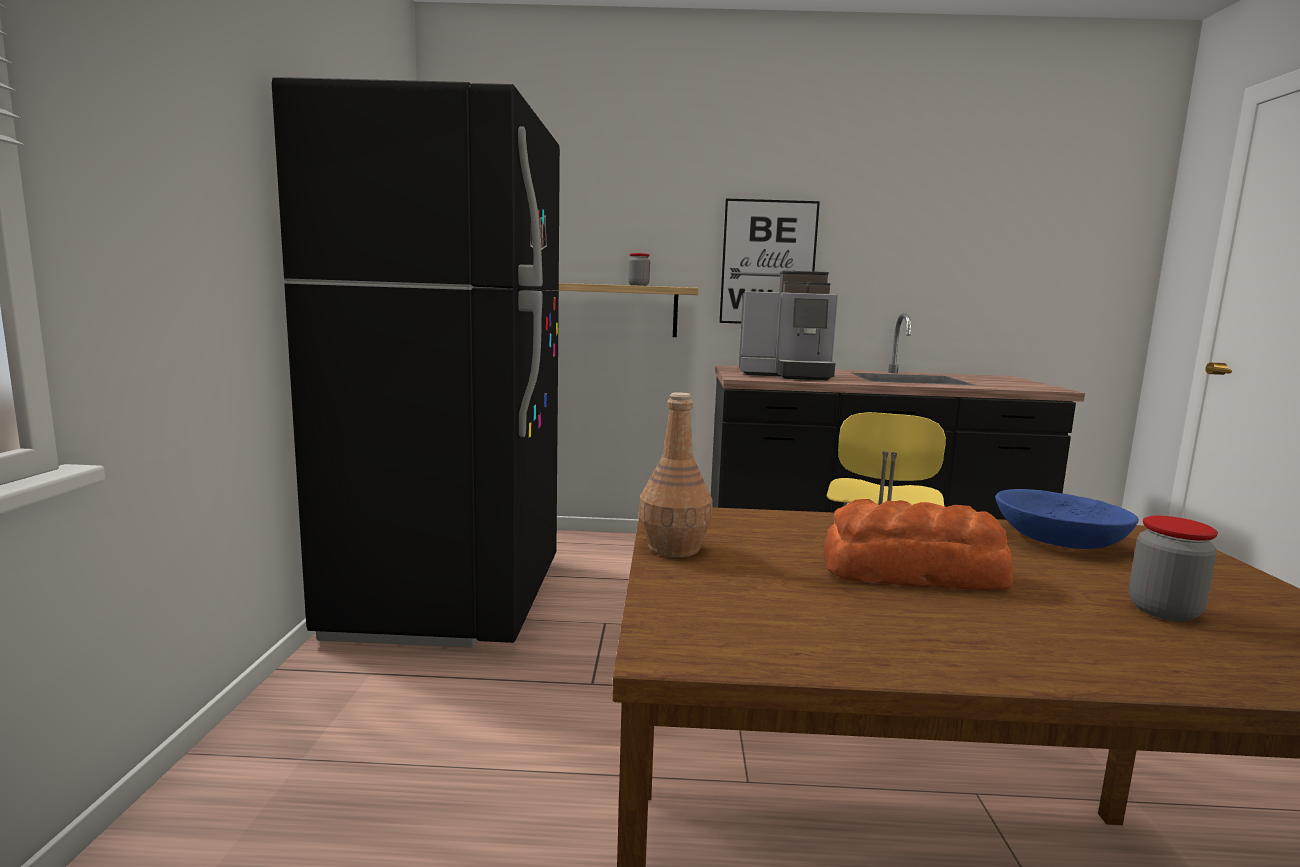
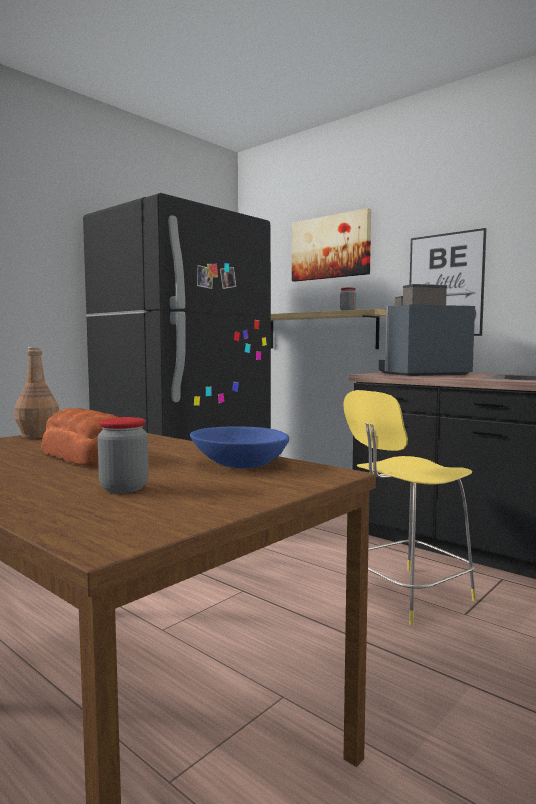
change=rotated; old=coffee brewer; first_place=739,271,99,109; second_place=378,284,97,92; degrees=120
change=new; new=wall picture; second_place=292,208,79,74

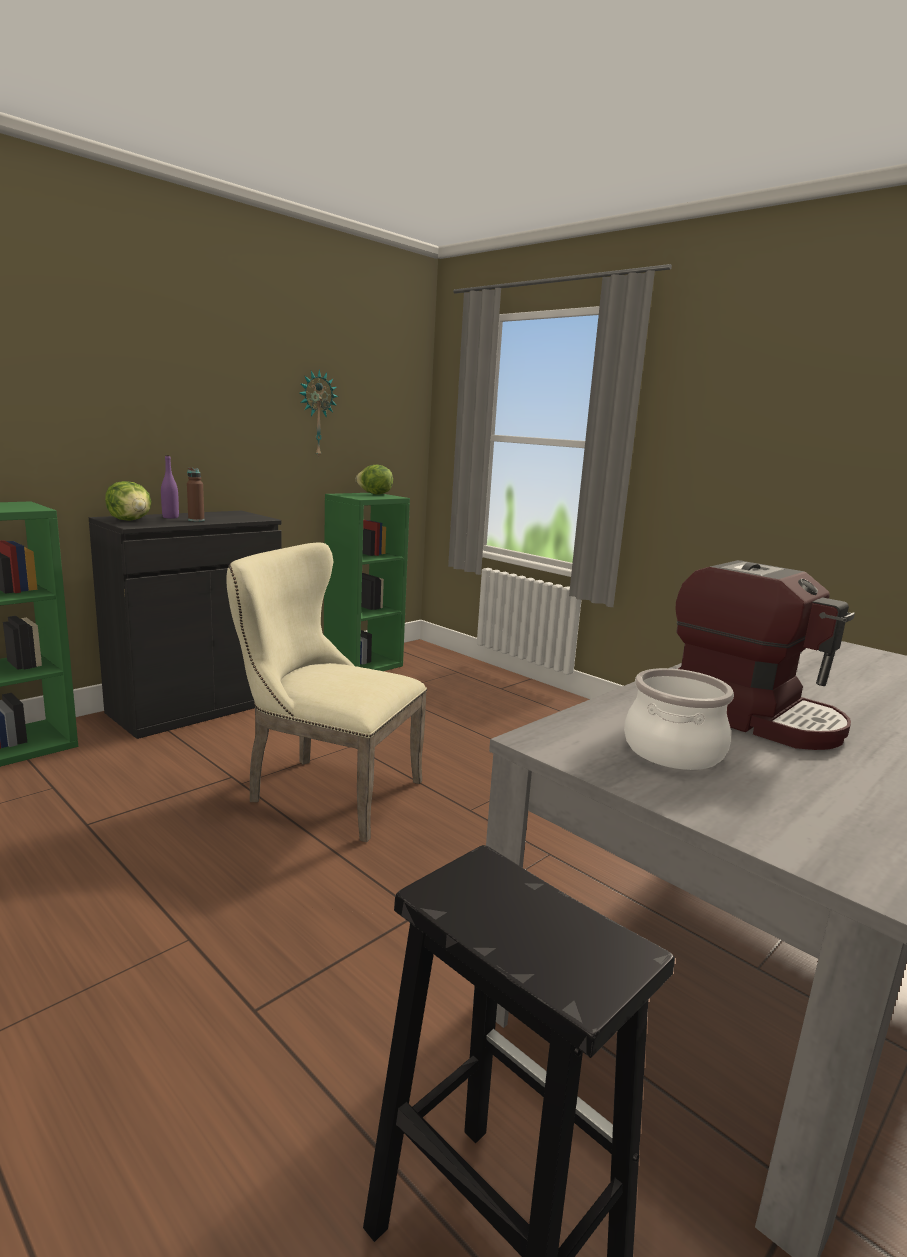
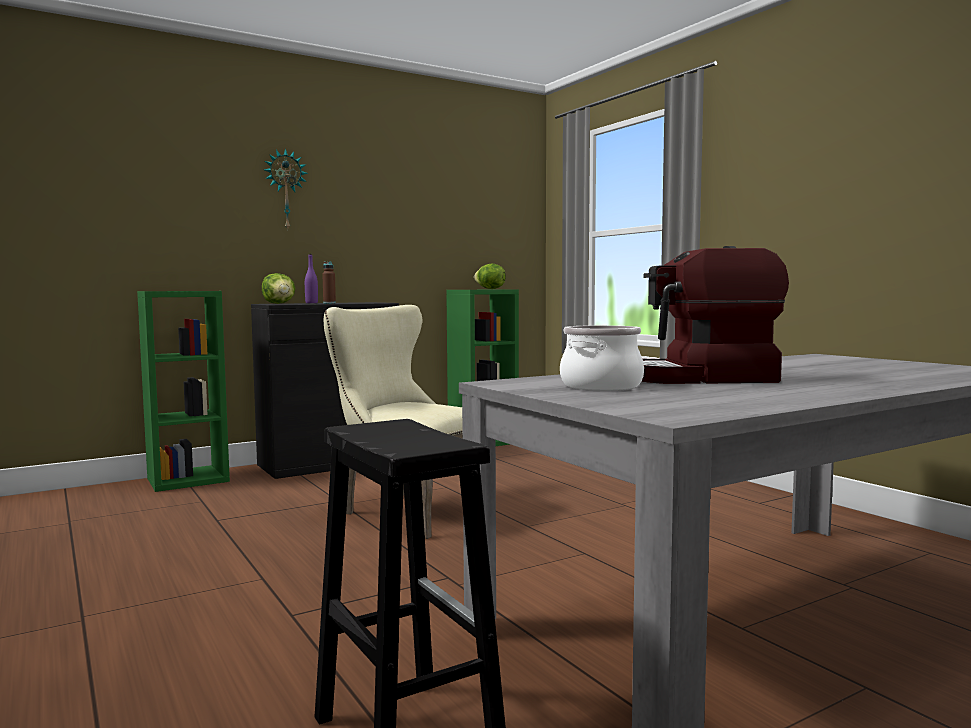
change=shifted; old=wall clock; first_place=299,369,39,90; second_place=264,148,44,82
change=rotated; old=coffee brewer; first_place=675,560,180,190; second_place=642,246,147,138; degrees=120

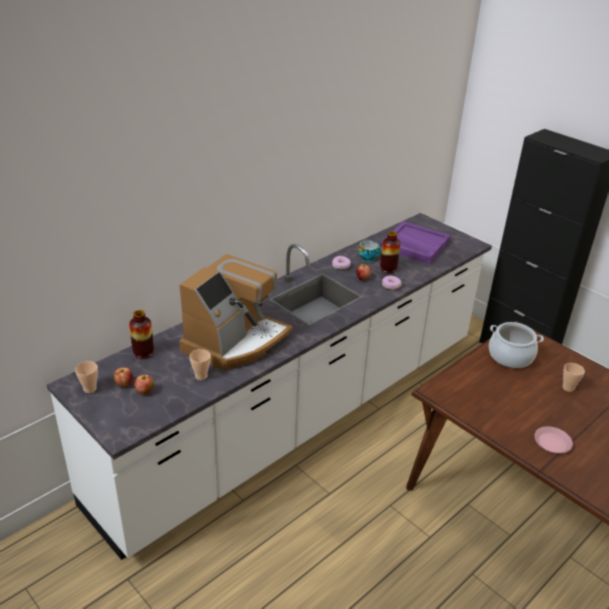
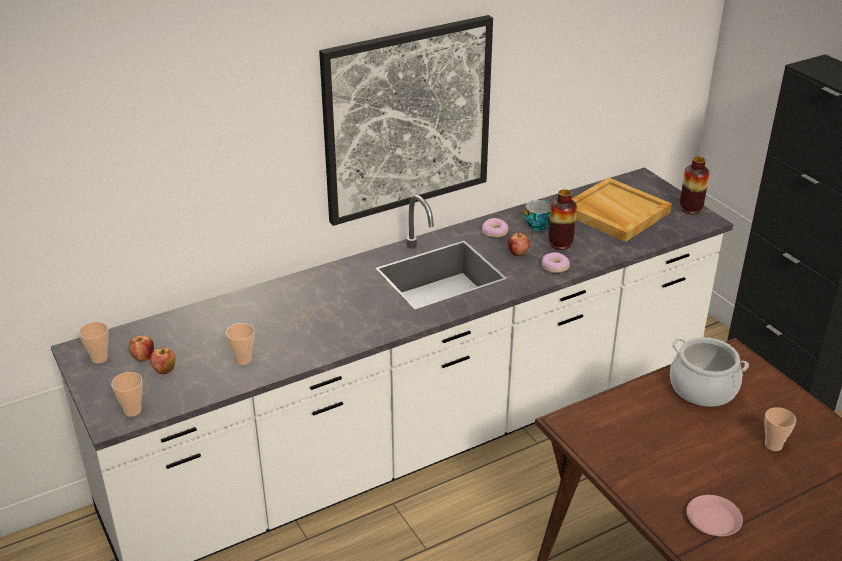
change=shifted; old=flower vase; first_place=129,310,25,49; second_place=680,156,30,58
change=gone; old=coffee brewer; first_place=179,254,114,117
change=repainted; old=purple-coloured serving tray; new=beige-coloured serving tray; first_place=380,221,71,43; second_place=572,177,100,65
change=new; new=drinking cup; second_place=111,372,32,45
change=new; new=wall picture; second_place=319,15,174,211

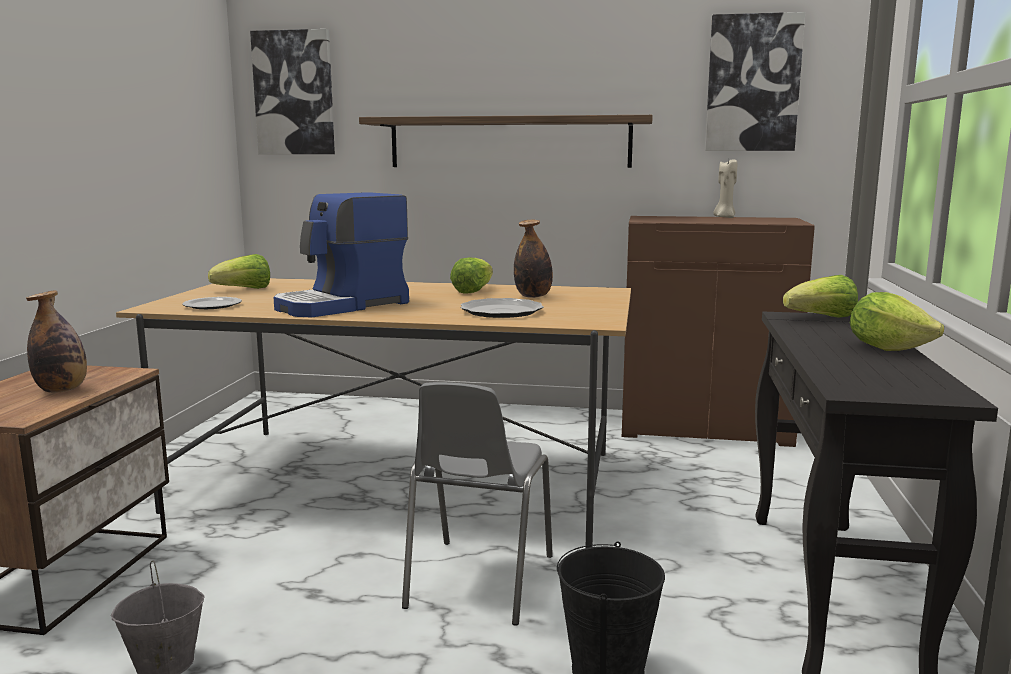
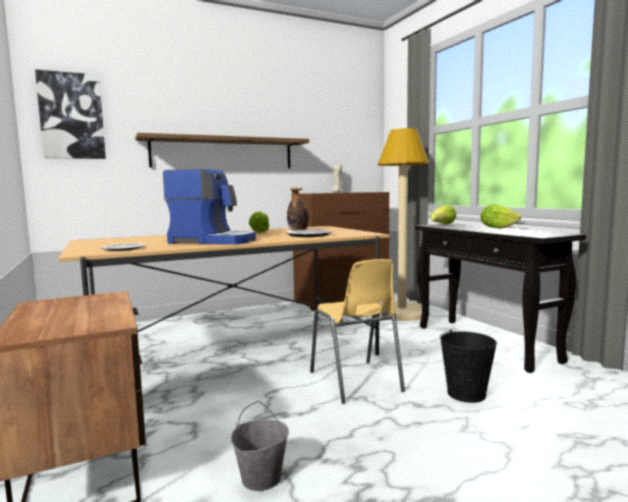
change=gone; old=beverage bottle; first_place=26,291,61,102
change=gone; old=lettuce; first_place=208,254,62,35
change=rotated; old=coffee brewer; first_place=273,192,136,125; second_place=163,169,93,76; degrees=-90
change=repainted; old=gray plain chair; new=yellow-coloured plain chair; first_place=402,382,151,244; second_place=310,259,95,145
change=gone; old=wall picture; first_place=705,12,100,139
change=new; new=beige-coloured standard lamp; second_place=378,128,52,193

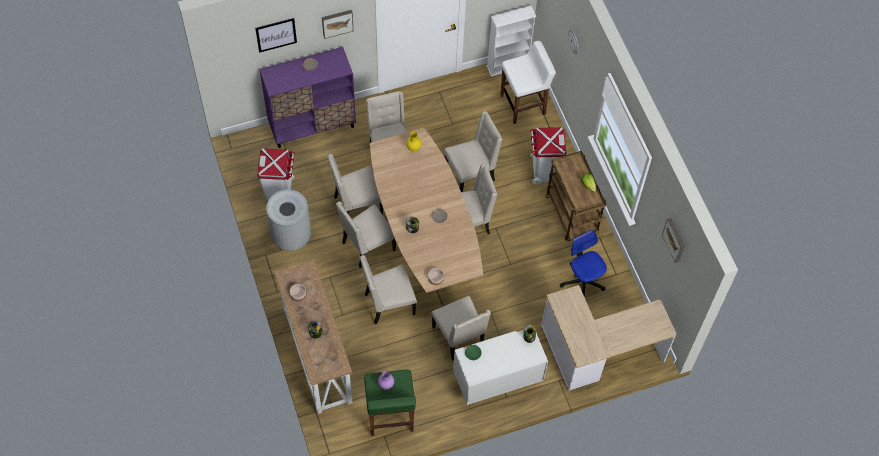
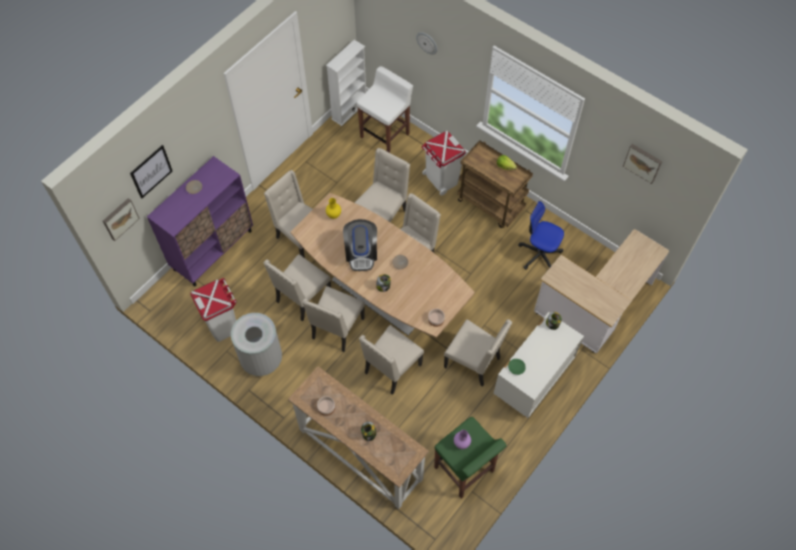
change=shifted; old=wall picture; first_place=322,10,32,29; second_place=103,198,37,43
change=new; new=coffee brewer; second_place=343,219,34,52

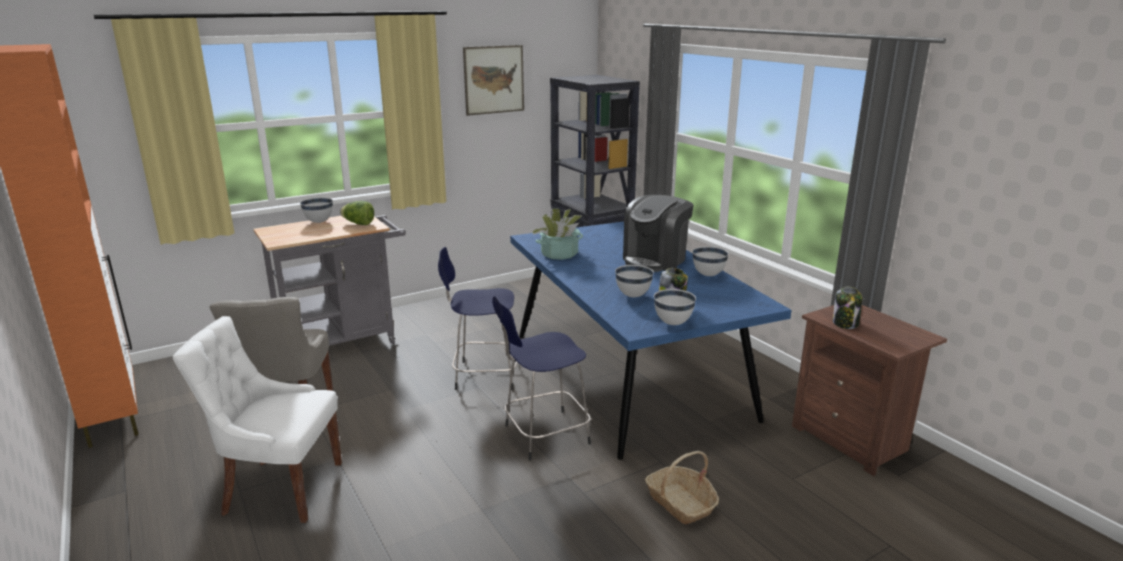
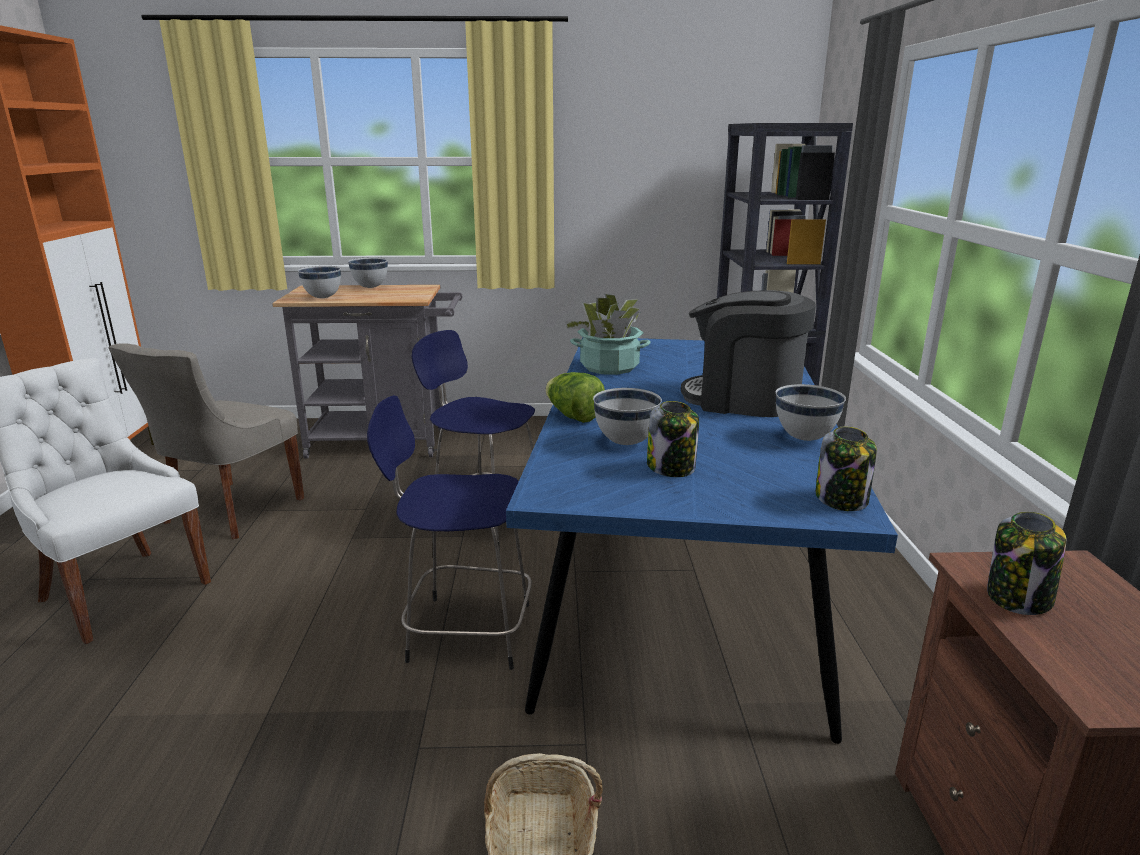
change=shifted; old=lettuce; first_place=340,201,34,24; second_place=545,372,60,51
change=gone; old=wall picture; first_place=463,45,61,71
change=rotated; old=coffee brewer; first_place=623,195,71,77; second_place=681,290,135,127; degrees=45
change=shifted; old=white bowl; first_place=654,289,42,36; second_place=298,266,43,32
change=new; new=preserve jar; second_place=816,426,61,85

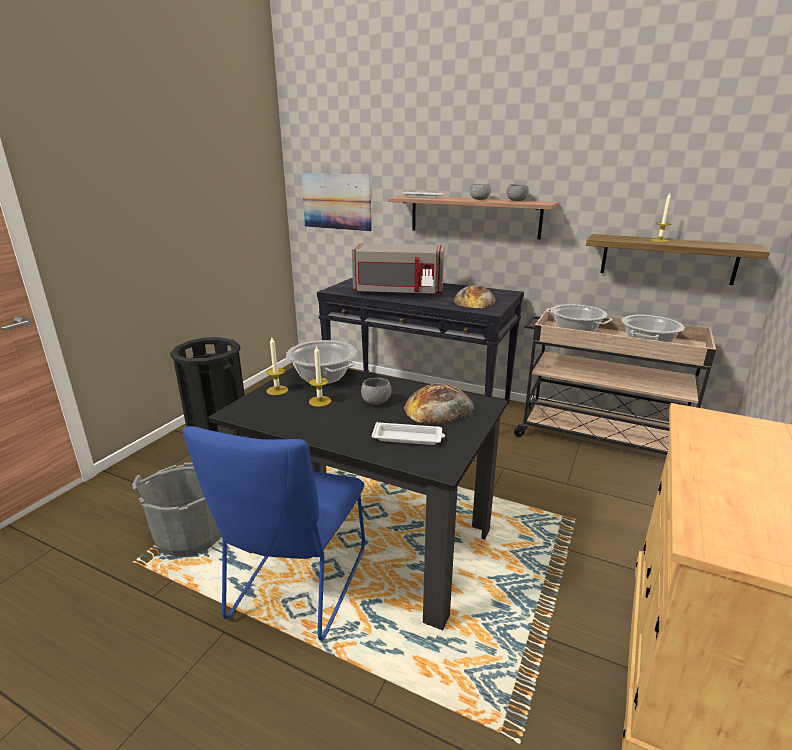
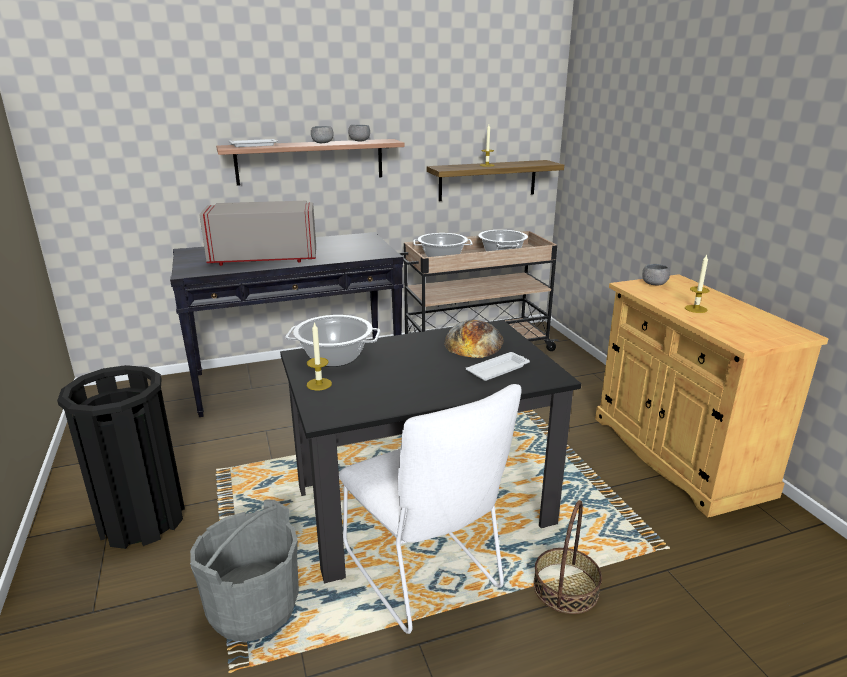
change=repainted; old=bluish plain chair; new=white plain chair; first_place=183,426,182,215; second_place=339,384,182,250
change=gone; old=wall picture; first_place=301,173,71,58
change=shifted; old=wax candle; first_place=309,346,22,61; second_place=685,254,25,59
change=rotated; old=gray microwave oven; first_place=352,243,92,52; second_place=199,201,117,65; degrees=-150
change=shifted; old=gray bowl; first_place=361,378,30,27; second_place=642,264,28,21
change=gone; old=baked bread; first_place=454,285,42,23
change=new; new=basket; second_place=533,500,69,114

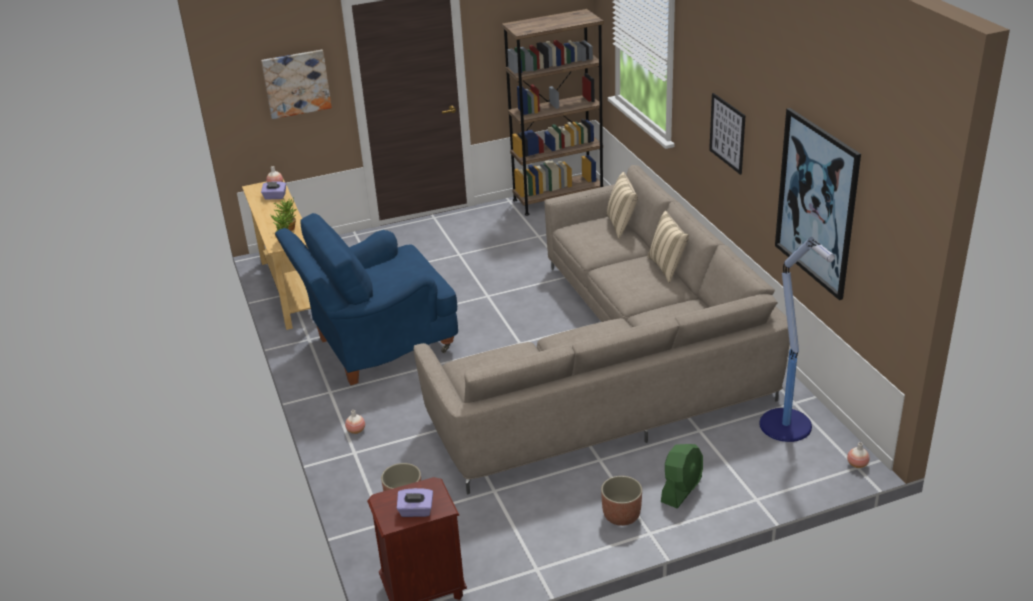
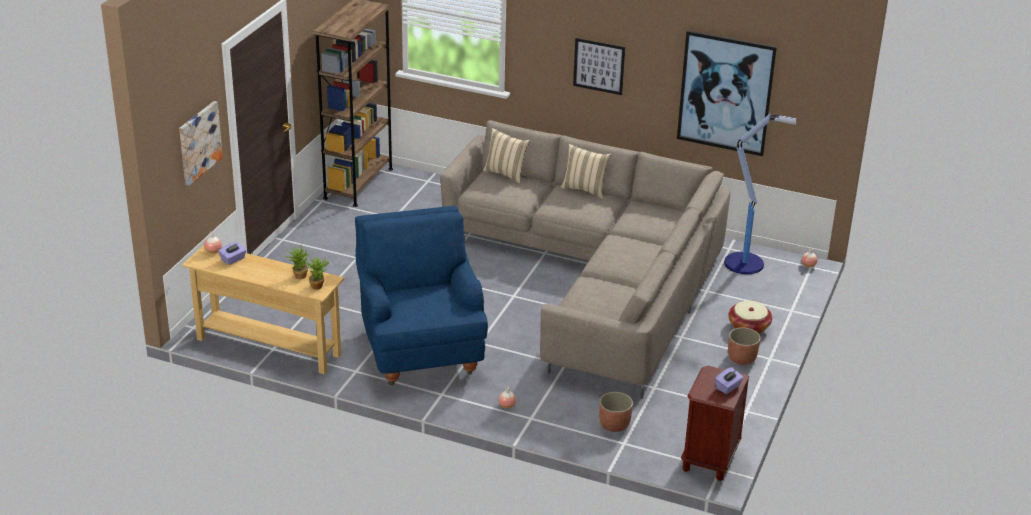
change=rotated; old=bluish easy chair; first_place=275,213,183,172; second_place=355,206,133,179; degrees=150
change=swapped; old=green electric fan; new=basket; first_place=661,444,42,64; second_place=729,301,43,33

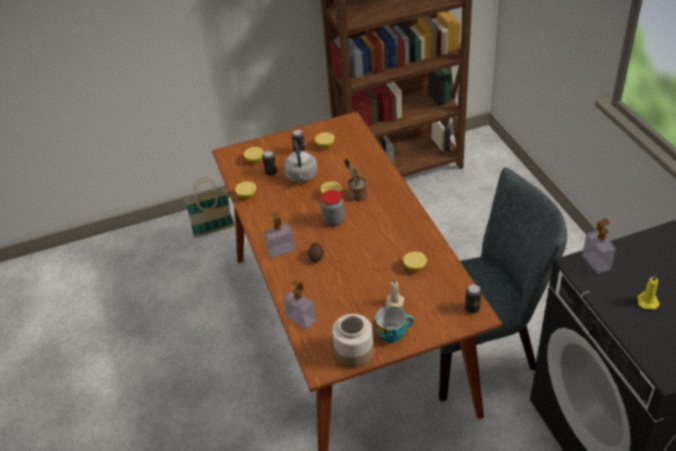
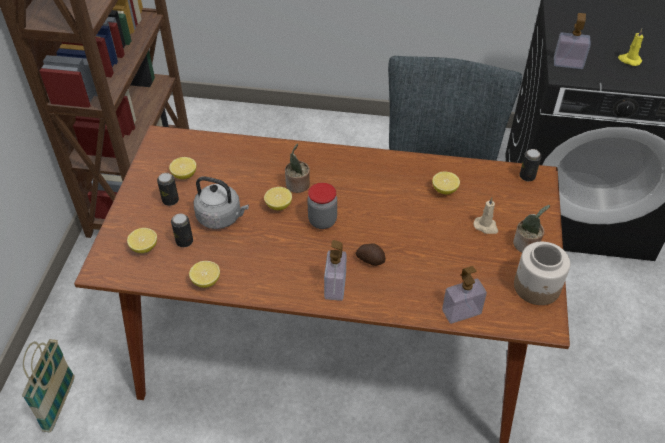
change=swapped; old=drinking cup; new=potted plant; first_place=375,306,39,37; second_place=513,205,37,47

